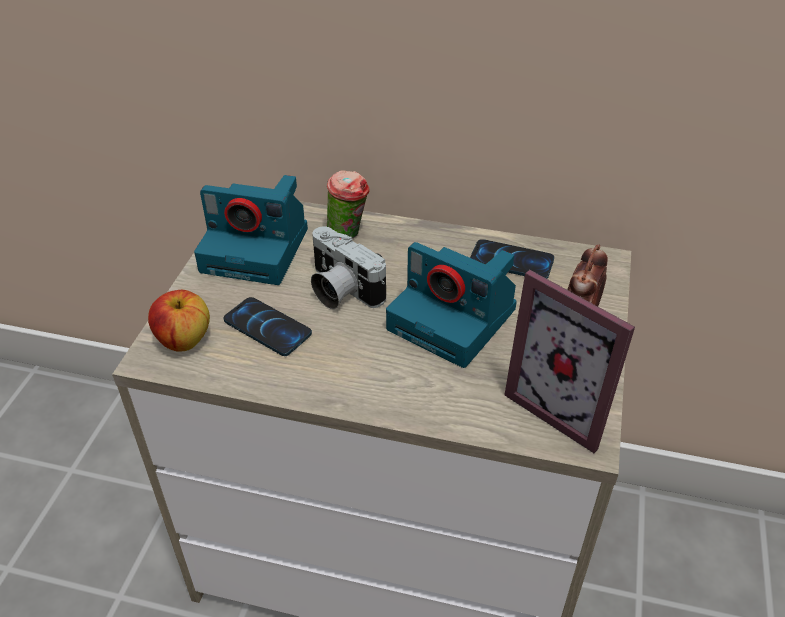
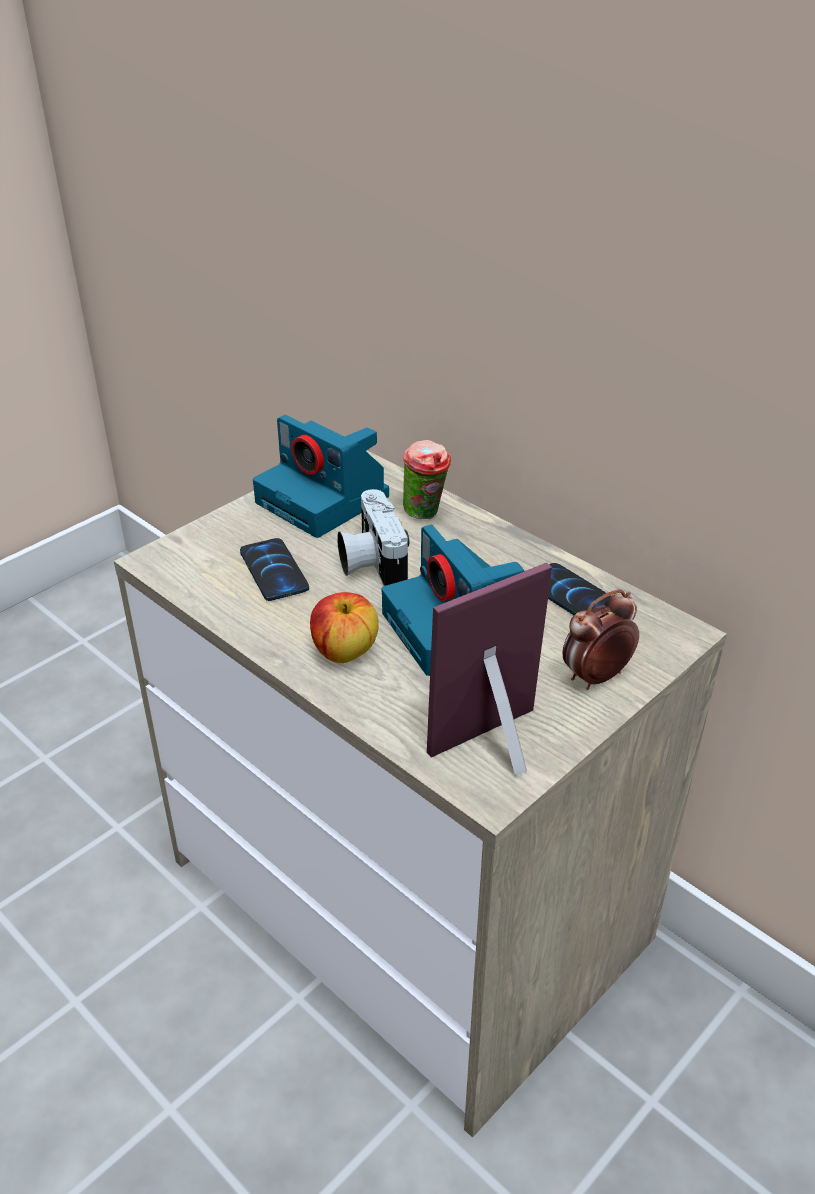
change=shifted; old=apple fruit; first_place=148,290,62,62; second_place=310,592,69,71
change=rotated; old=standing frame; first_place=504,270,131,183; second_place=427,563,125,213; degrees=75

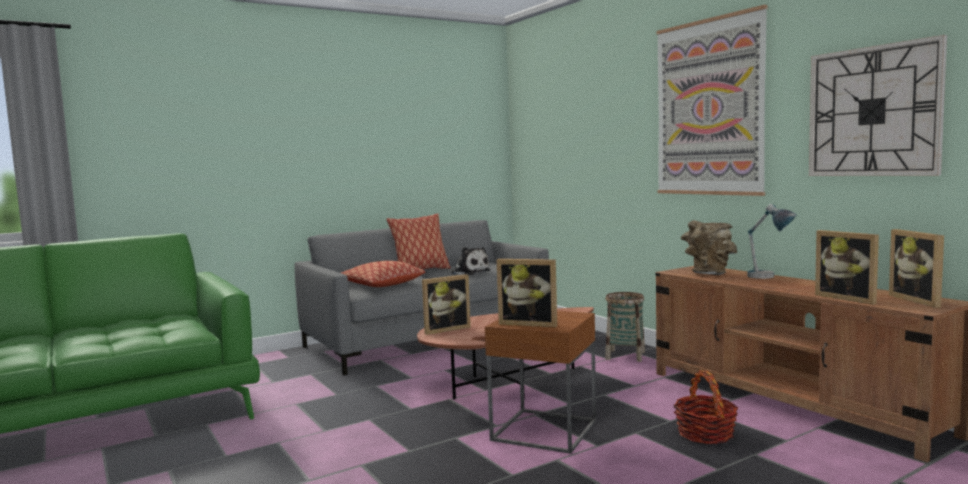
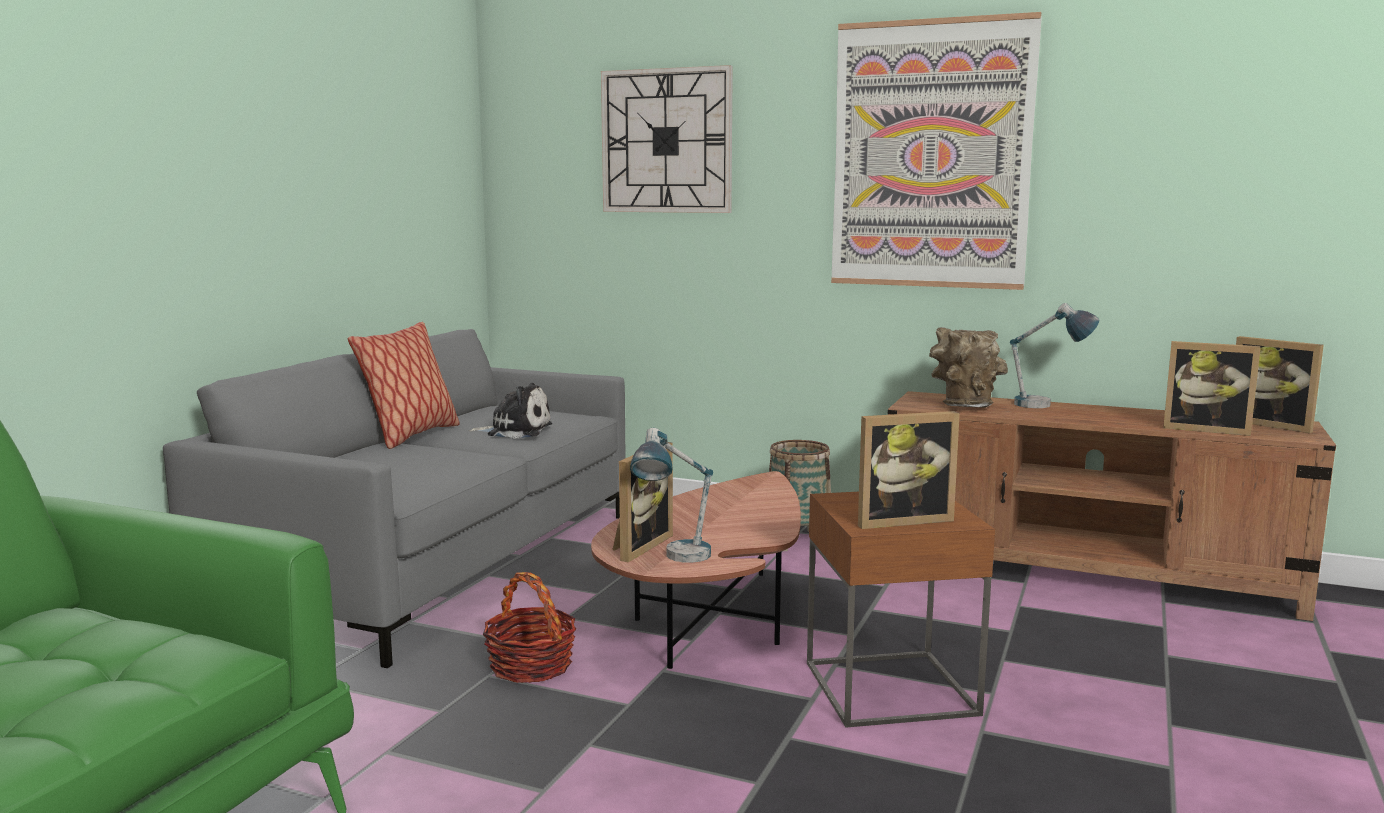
change=gone; old=throw pillow; first_place=341,261,84,26
change=shifted; old=basket; first_place=673,370,65,74; second_place=483,572,94,111
change=shifted; old=wall clock; first_place=809,35,138,141; second_place=601,65,132,148
change=new; new=tabletop lamp; second_place=630,428,83,135

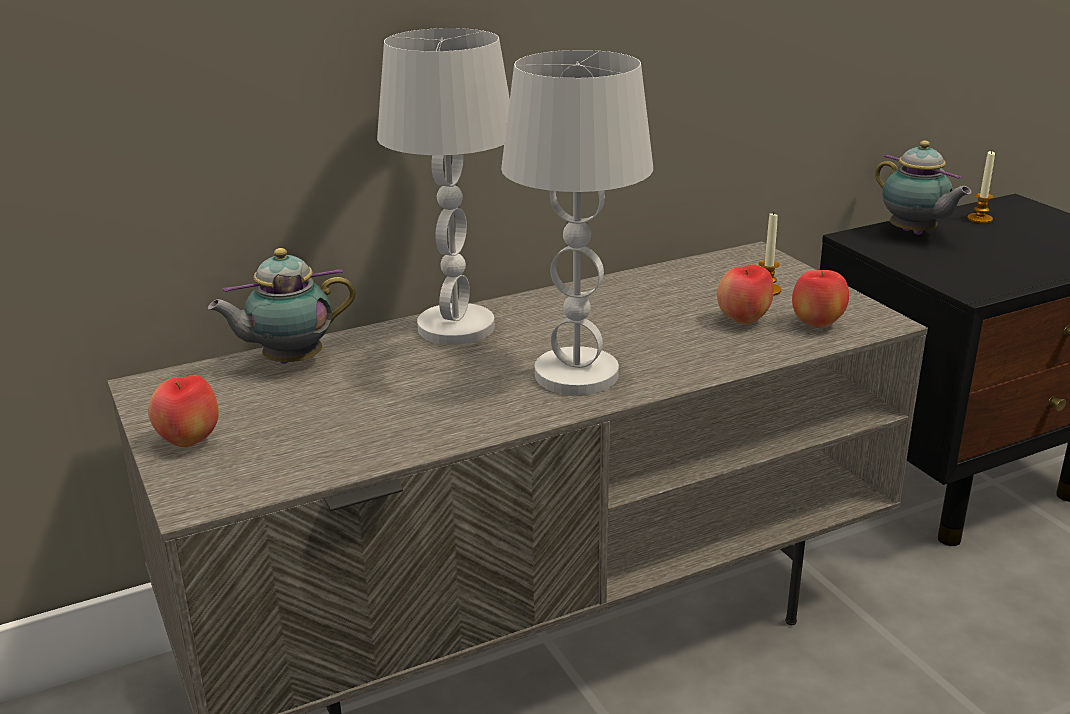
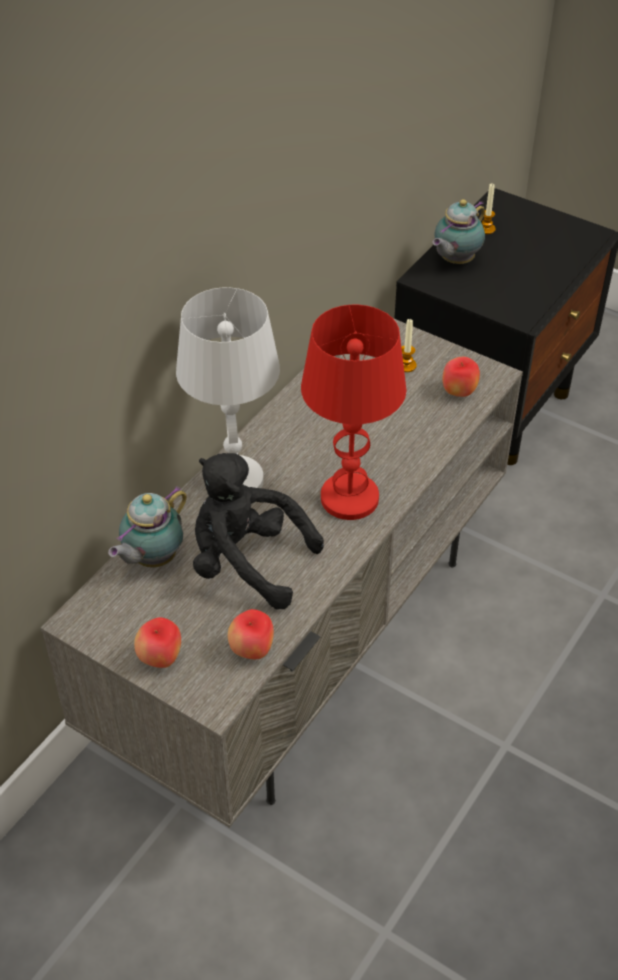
change=repainted; old=white tabletop lamp; new=red-coloured tabletop lamp; first_place=501,50,152,345; second_place=301,305,106,215
change=shifted; old=apple fruit; first_place=717,264,57,61; second_place=228,609,46,50
change=rotated; old=tea pot; first_place=875,140,97,95; second_place=432,199,53,65; degrees=105
change=new; new=black-coloured soft toy; second_place=193,453,131,157

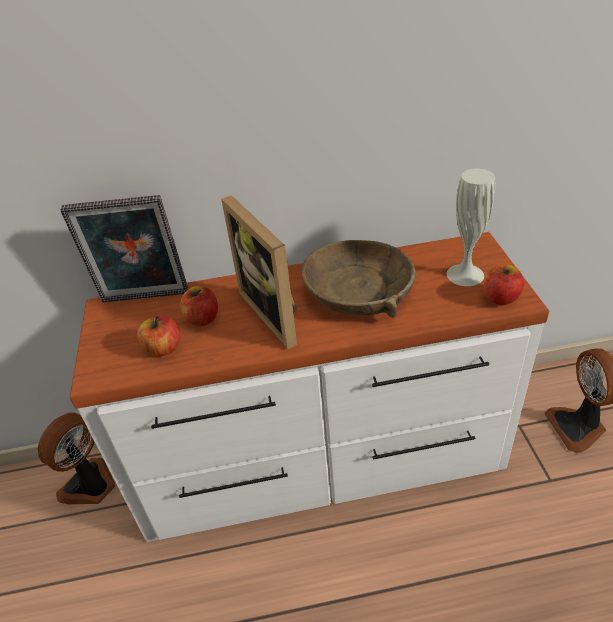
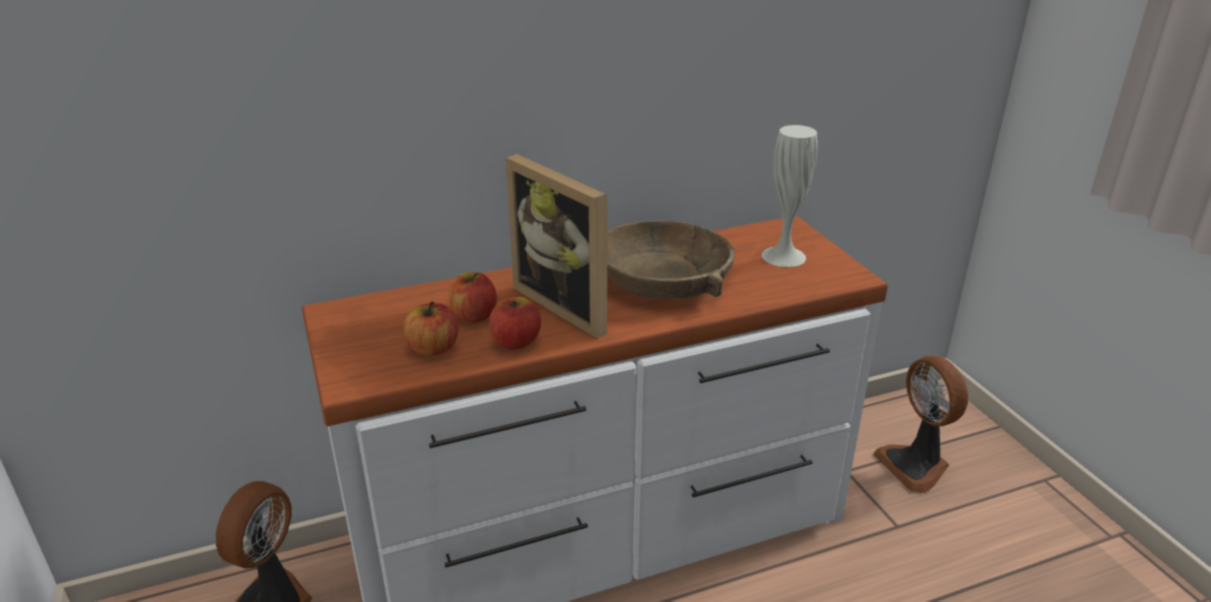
change=gone; old=standing frame; first_place=60,195,128,107
change=shifted; old=apple fruit; first_place=484,265,40,40; second_place=489,297,52,52

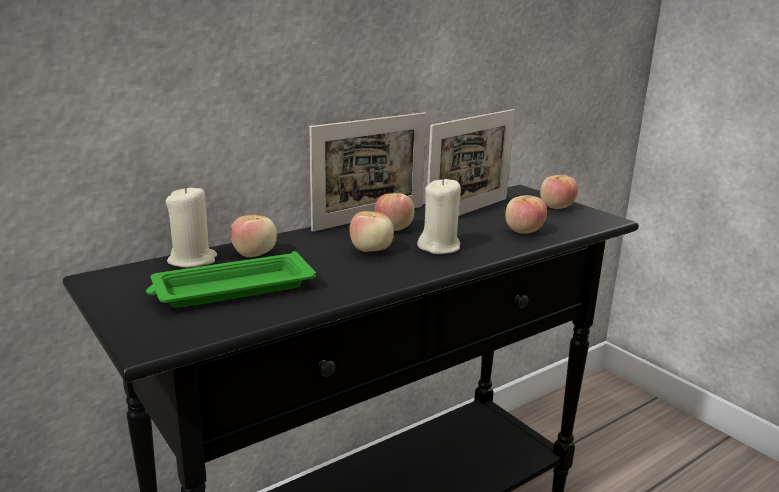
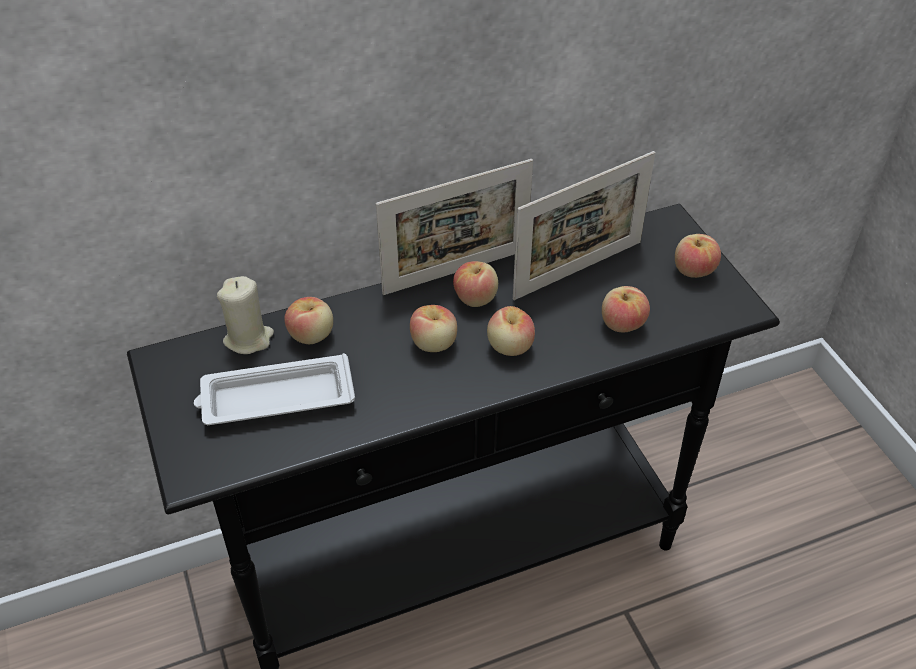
change=repainted; old=green serving tray; new=white serving tray; first_place=146,251,170,57; second_place=194,353,161,72
change=swapped; old=beige-coloured wax candle; new=apple fruit; first_place=417,178,44,76; second_place=487,306,48,50

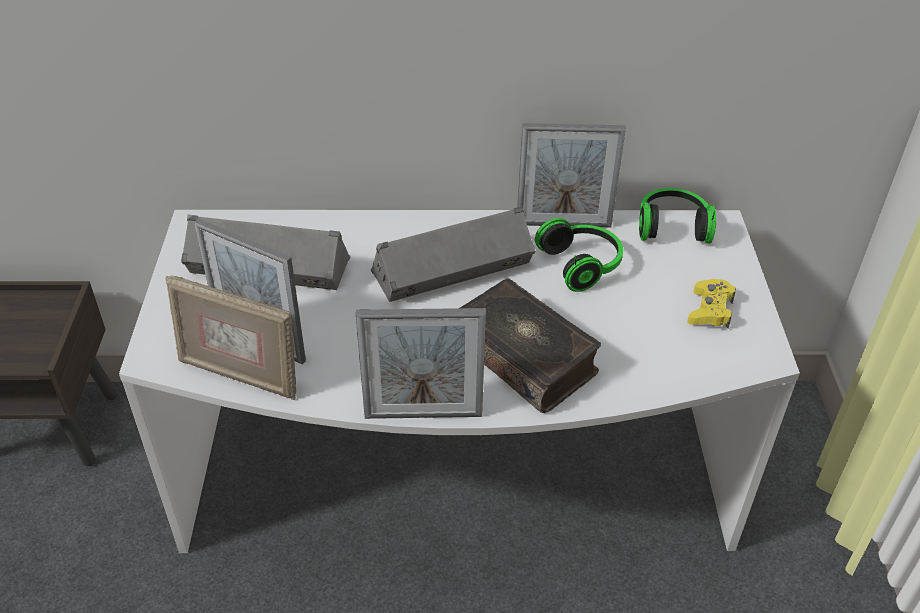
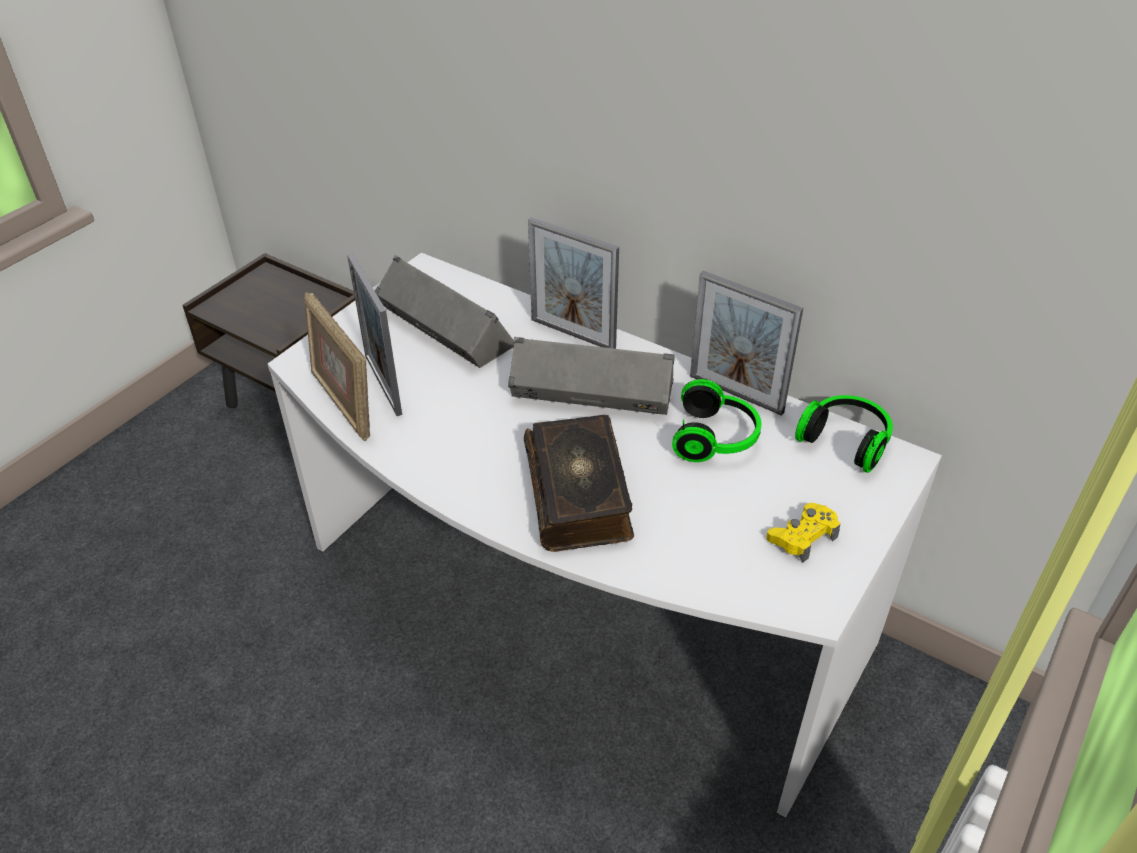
change=shifted; old=standing frame; first_place=356,308,130,111; second_place=528,217,91,132

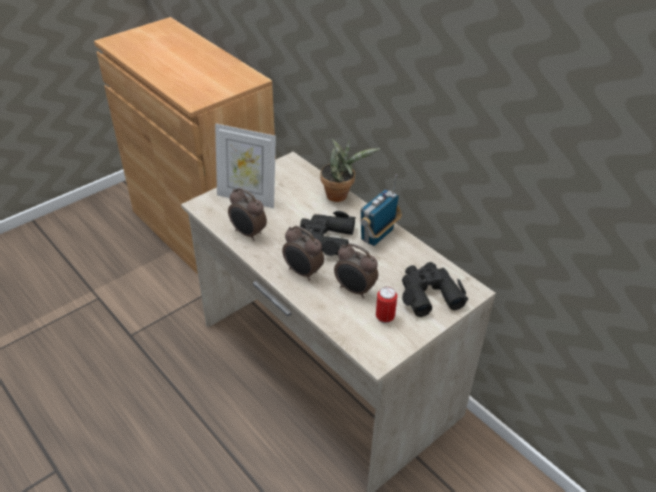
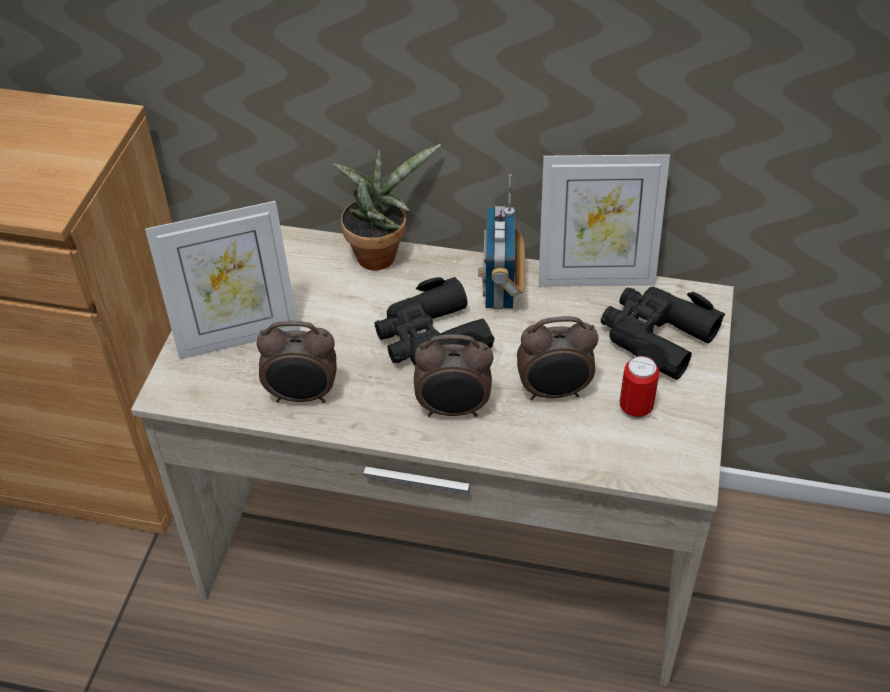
change=new; new=standing frame; second_place=538,154,132,133

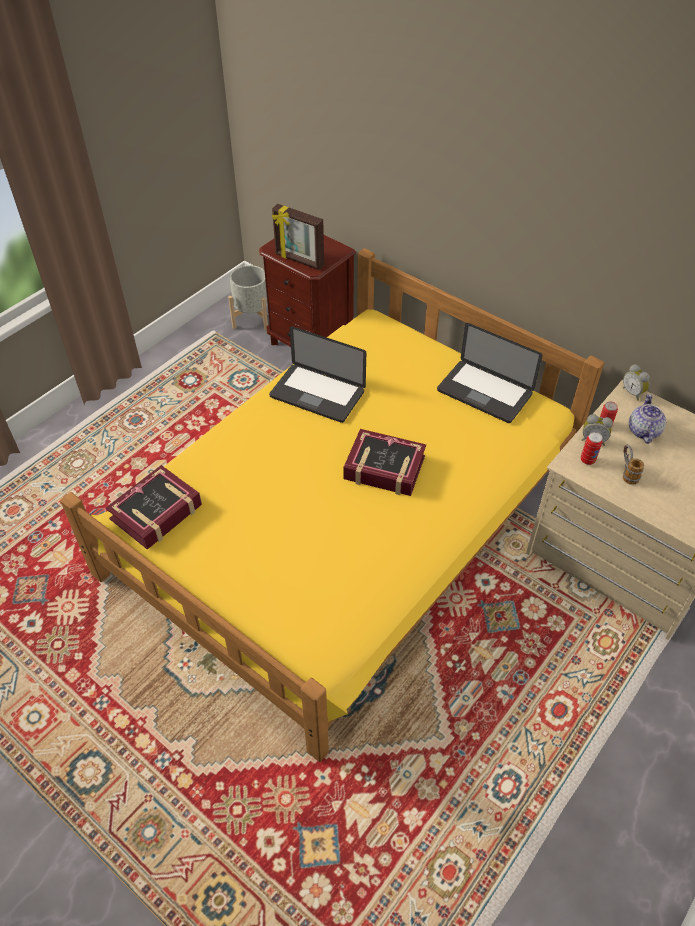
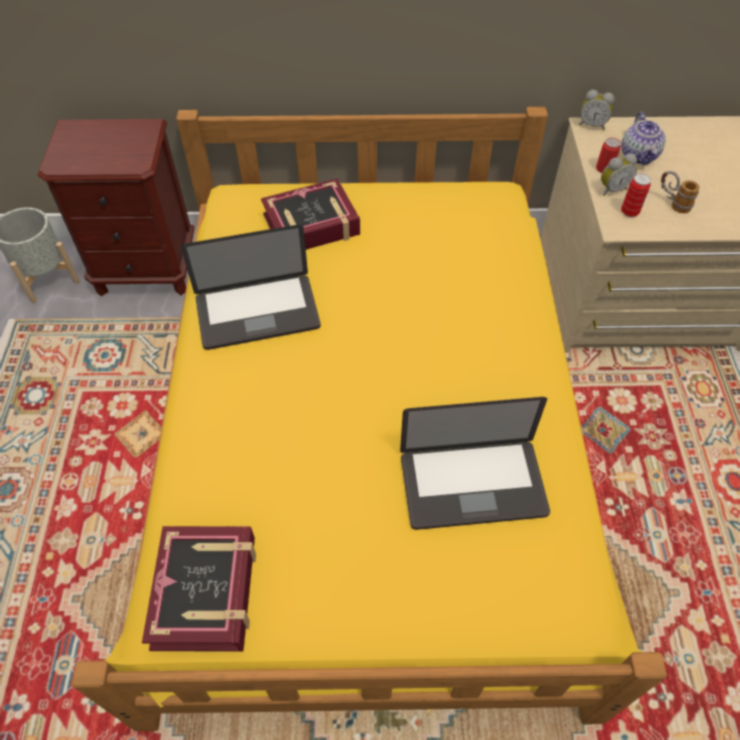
change=gone; old=standing frame; first_place=272,204,52,66
change=shifted; old=bound book; first_place=343,429,83,67; second_place=261,179,99,71
change=shifted; old=laptop; first_place=437,323,105,100; second_place=400,397,150,133
change=rotated; old=tea pot; first_place=629,394,37,50; second_place=621,112,44,53; degrees=-150

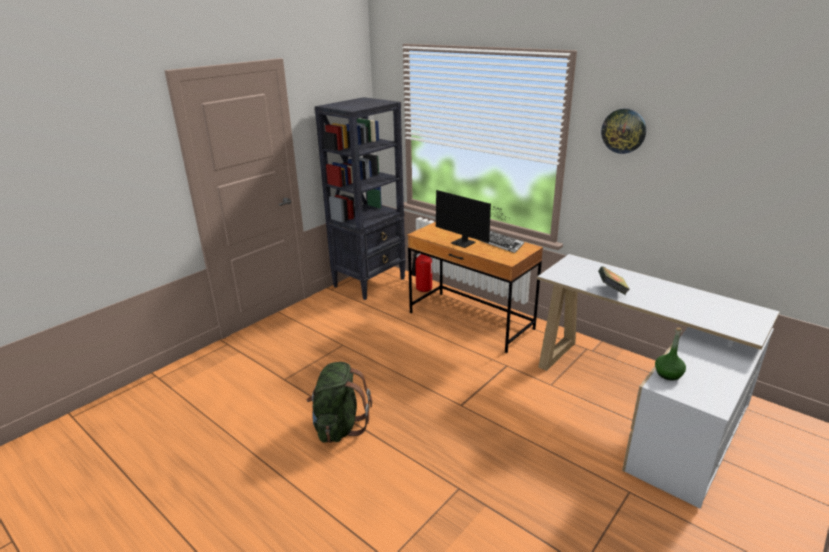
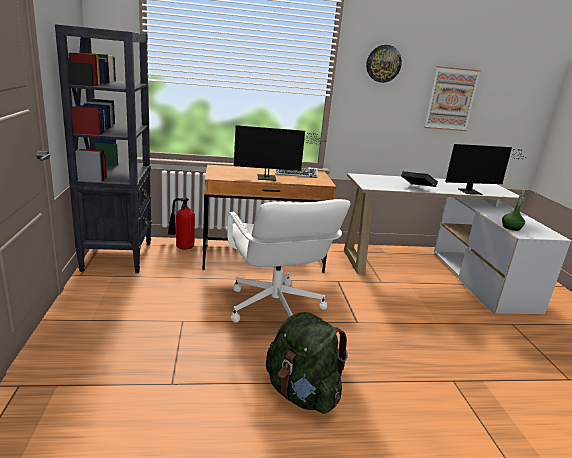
change=new; new=white office chair; second_place=226,199,125,124
change=new; new=wall picture; second_place=424,66,57,65
change=new; new=computer display; second_place=445,144,81,51

